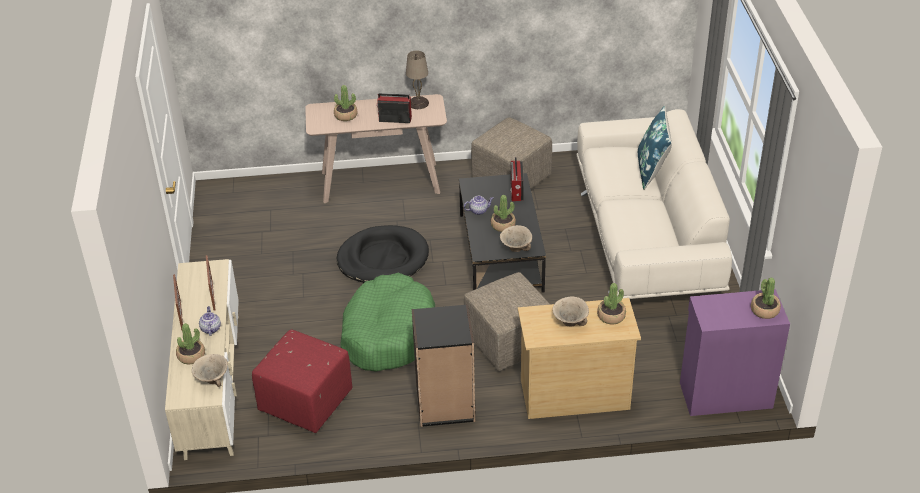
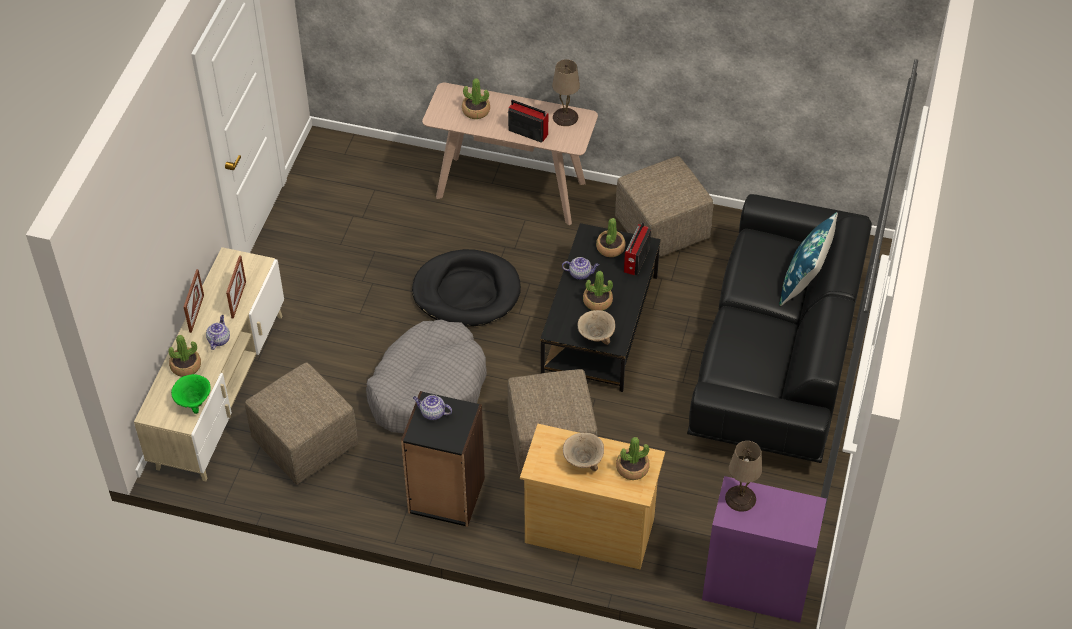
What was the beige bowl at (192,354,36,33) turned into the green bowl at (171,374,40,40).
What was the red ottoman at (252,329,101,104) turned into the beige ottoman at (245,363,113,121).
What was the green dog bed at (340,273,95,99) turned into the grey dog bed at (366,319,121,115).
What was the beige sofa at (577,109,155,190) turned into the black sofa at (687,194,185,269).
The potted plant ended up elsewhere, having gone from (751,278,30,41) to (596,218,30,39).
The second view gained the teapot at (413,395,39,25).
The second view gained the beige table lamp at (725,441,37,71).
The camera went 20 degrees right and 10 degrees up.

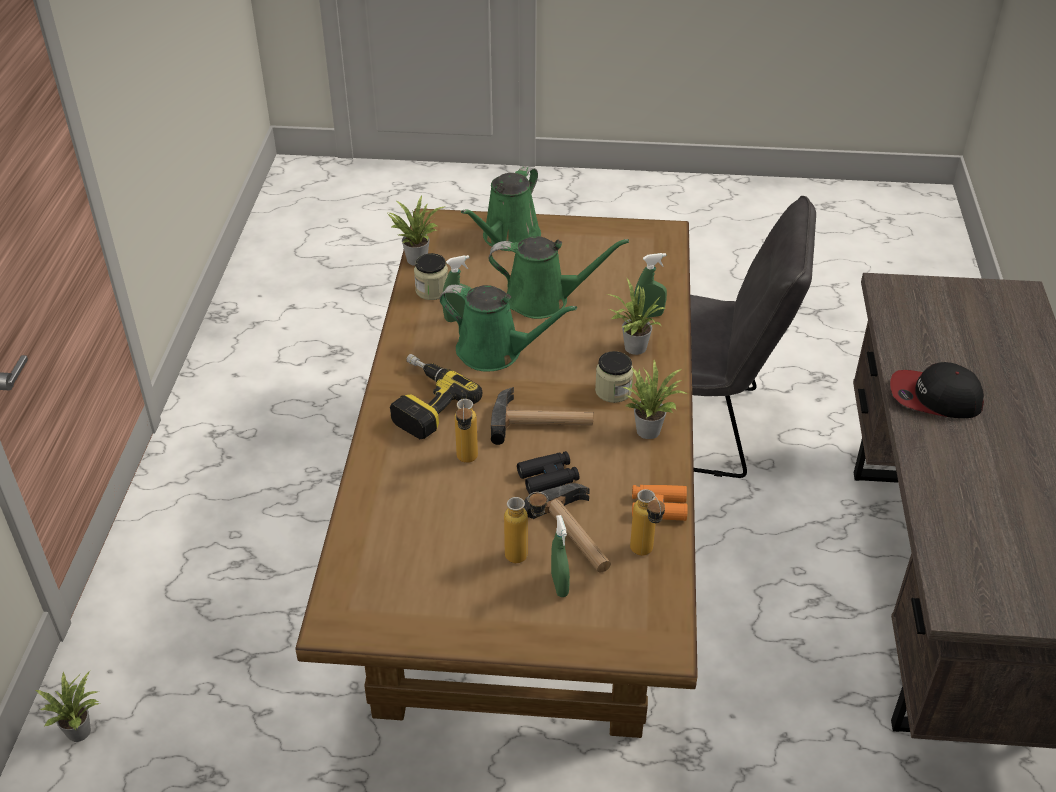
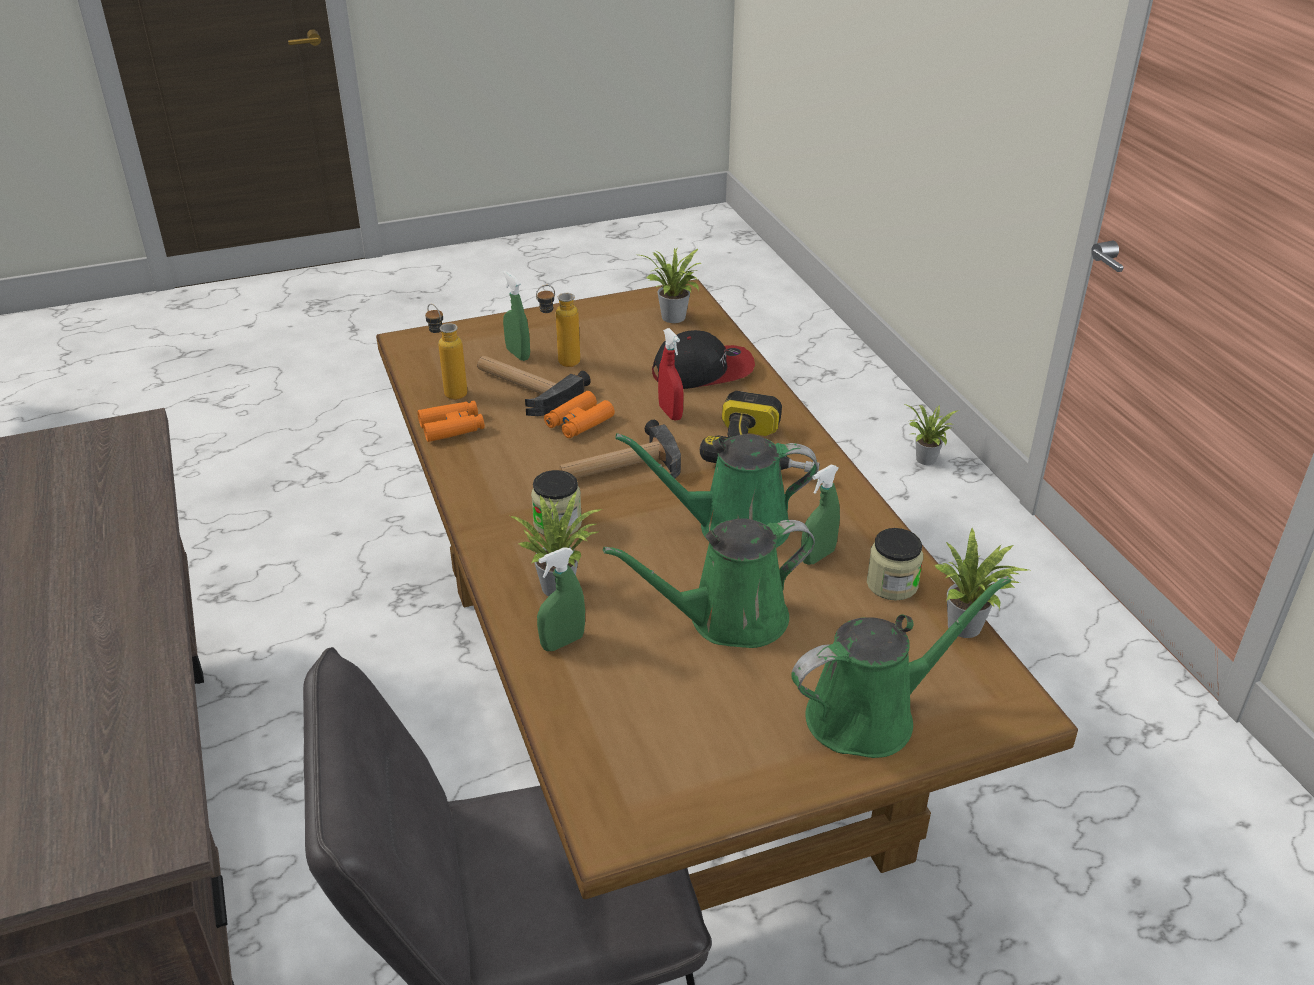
Where the bottle stood at (455,399,23,64), the red spray bottle came to stand at (658,328,26,93).
The green watering can at (461,166,80,85) ended up facing another way, 60 degrees clockwise from before.
What was the black binoculars at (517,451,62,44) turned into the orange binoculars at (544,391,71,47).
The potted plant ended up elsewhere, having gone from (622,360,66,79) to (640,247,61,76).
The cap ended up elsewhere, having gone from (890,362,94,56) to (652,330,103,59).
The camera went 155 degrees right and 5 degrees down.

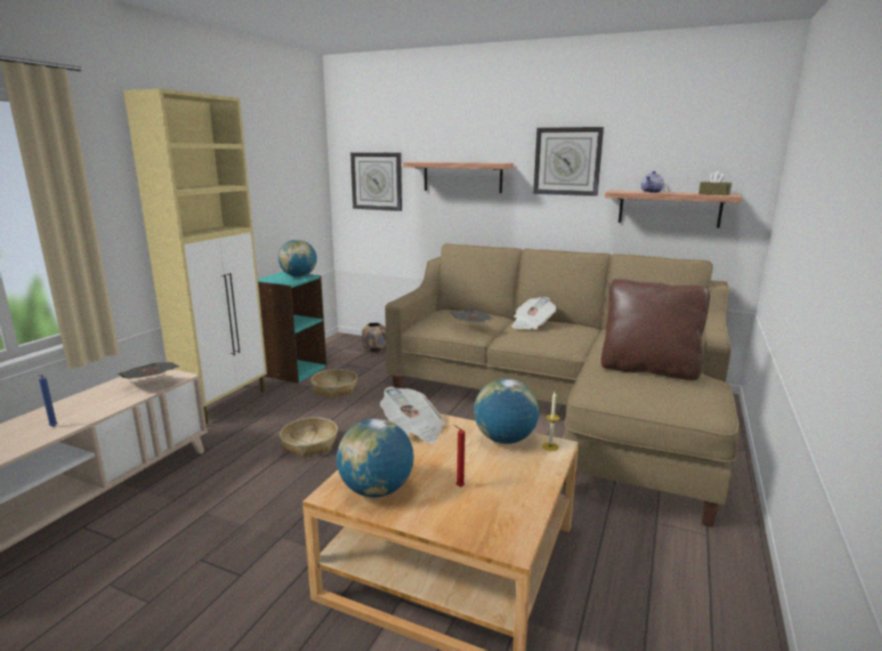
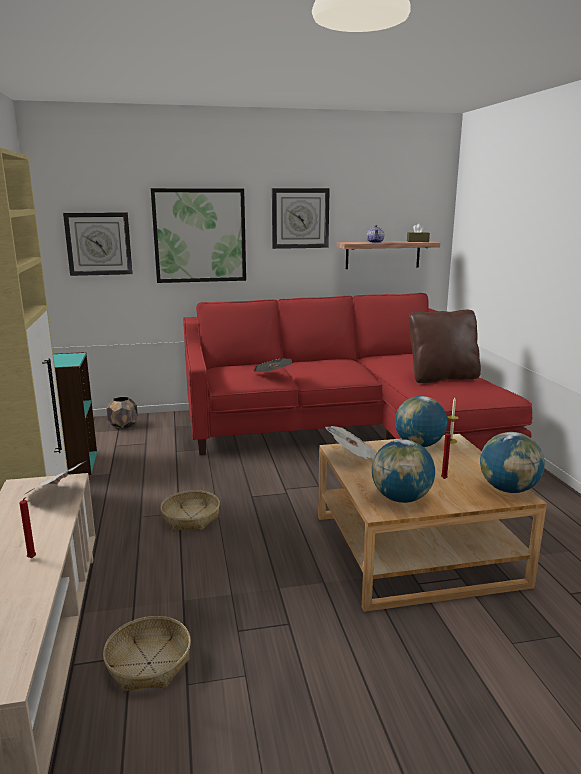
What was the blue candle at (39,375,18,52) turned into the red candle at (19,497,17,61).
The globe ended up elsewhere, having gone from (278,239,39,38) to (480,432,65,61).
The basket ended up elsewhere, having gone from (311,369,47,29) to (103,616,88,76).
What was the beige sofa at (385,243,354,284) turned into the red sofa at (183,293,349,162).
Where the shelf hung at (403,162,111,31), the picture came to hang at (151,188,95,95).
The second view lost the newspaper at (512,297,44,32).
The camera went 35 degrees left and 0 degrees up.

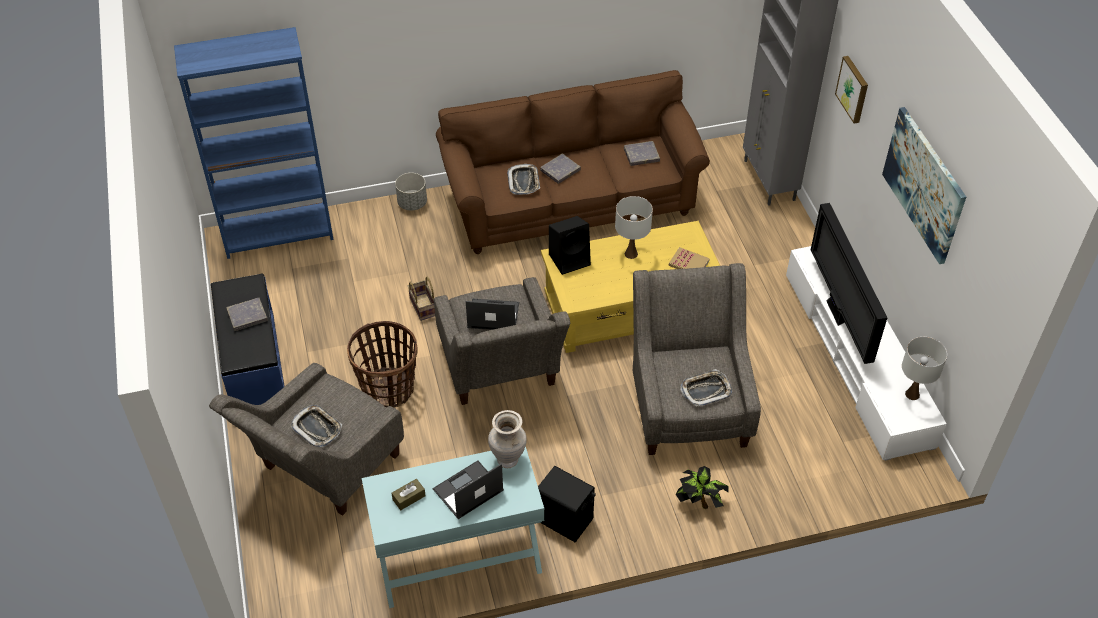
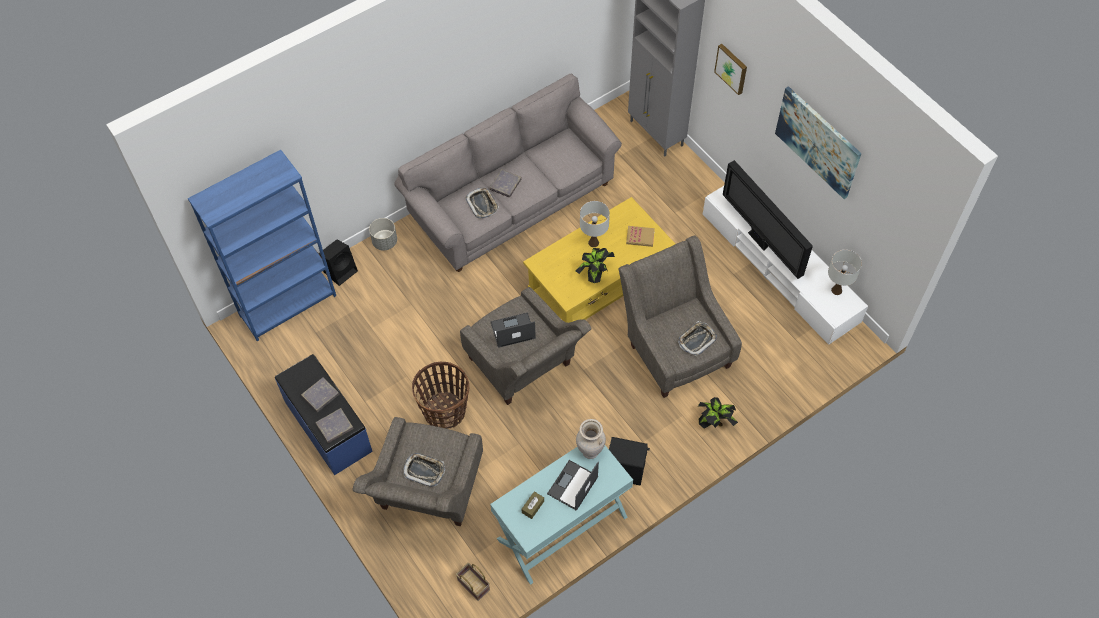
The basket ended up elsewhere, having gone from (408,277,27,44) to (456,563,34,38).
What was the brown sofa at (436,70,274,184) turned into the grey sofa at (394,74,228,198).
The black speaker ended up elsewhere, having gone from (549,216,42,59) to (319,240,39,46).
The grey book ended up elsewhere, having gone from (624,141,36,25) to (316,408,38,35).
The second view gained the potted plant at (575,248,40,35).
The camera went 20 degrees left and 10 degrees up.

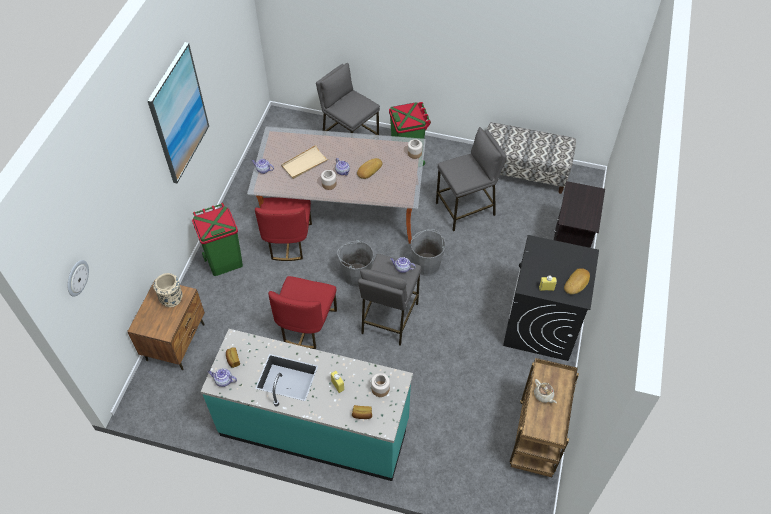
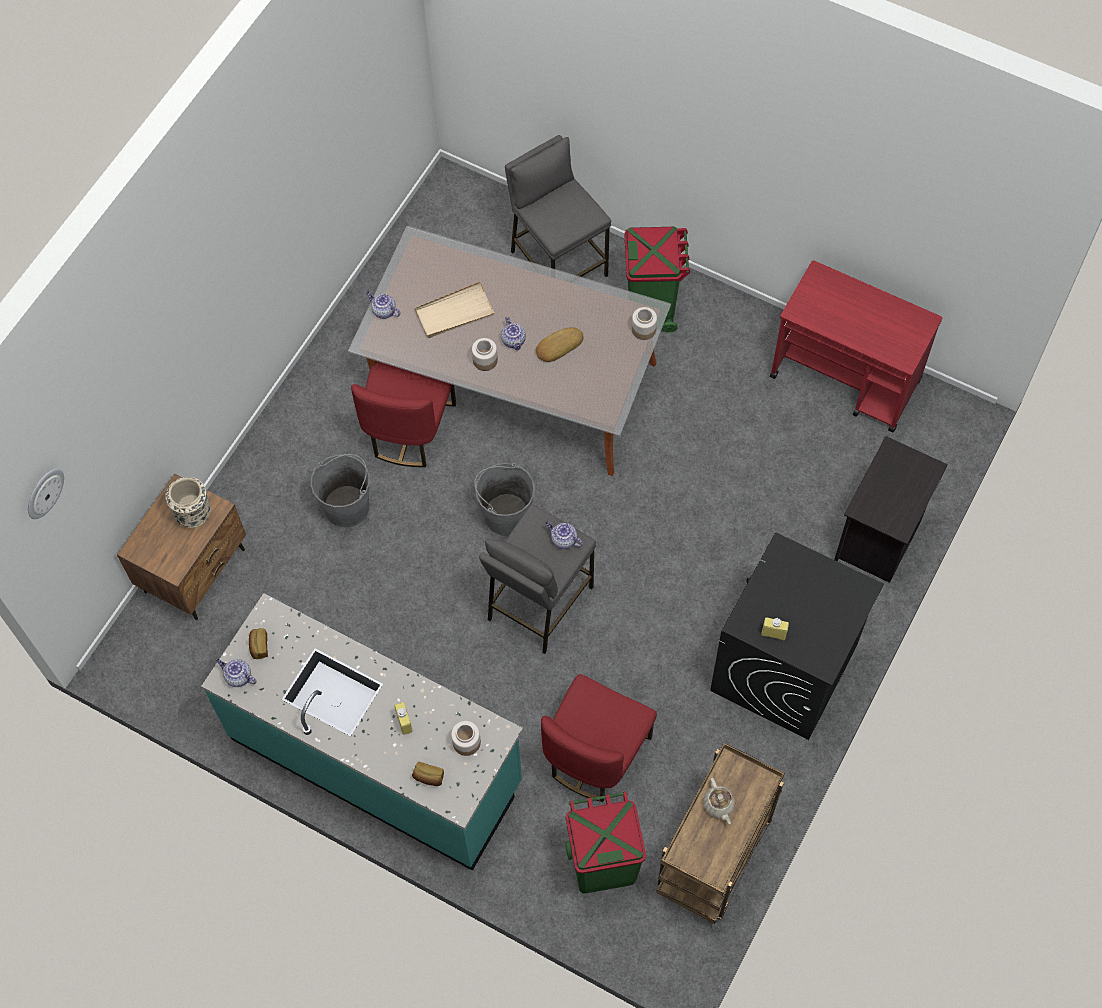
The second view lost the picture at (148,42,61,141).
The green trash can ended up elsewhere, having gone from (192,203,51,73) to (565,791,81,103).
The red chair ended up elsewhere, having gone from (268,276,69,73) to (541,674,116,128).
The grey bucket ended up elsewhere, having gone from (411,229,35,47) to (311,454,59,73).
The second view lost the grey stool at (436,127,71,104).
Where the bench stood at (487,122,89,72), the red cart came to stand at (770,260,172,172).
The second view lost the bread at (564,268,26,26).
The camera went 15 degrees right and 10 degrees up.

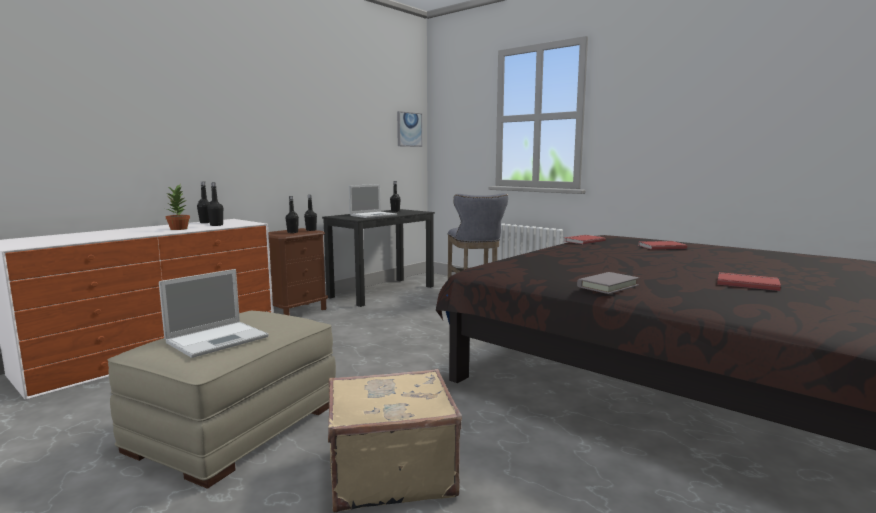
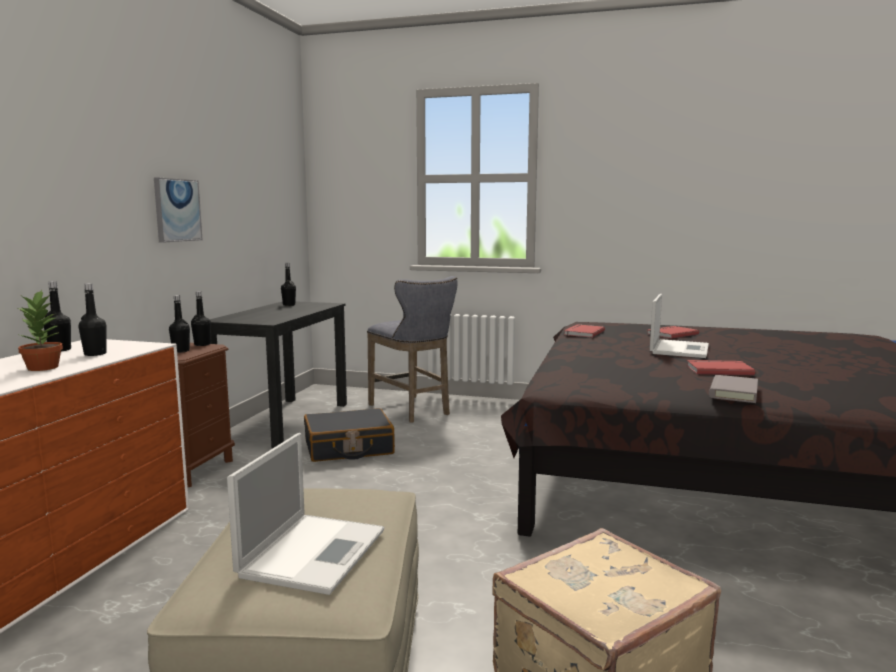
The laptop ended up elsewhere, having gone from (349,184,48,34) to (650,294,59,64).
The picture ended up elsewhere, having gone from (397,111,25,36) to (154,177,49,66).
The red book ended up elsewhere, having gone from (717,272,64,19) to (686,360,69,15).
The second view gained the black suitcase at (304,408,91,54).
The camera went 25 degrees left and 0 degrees up.

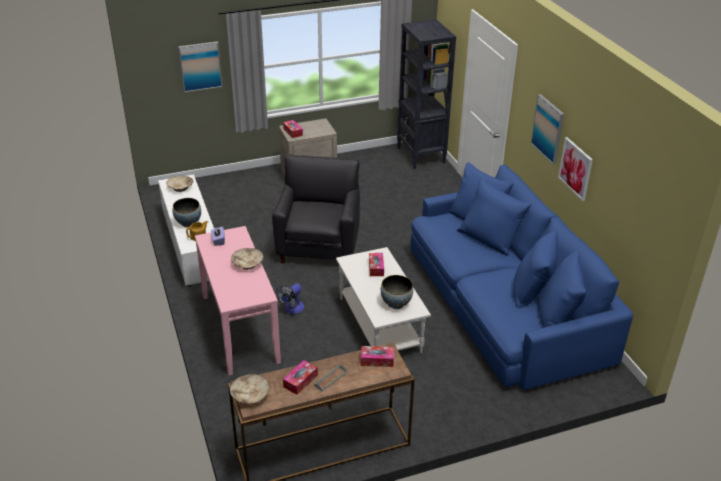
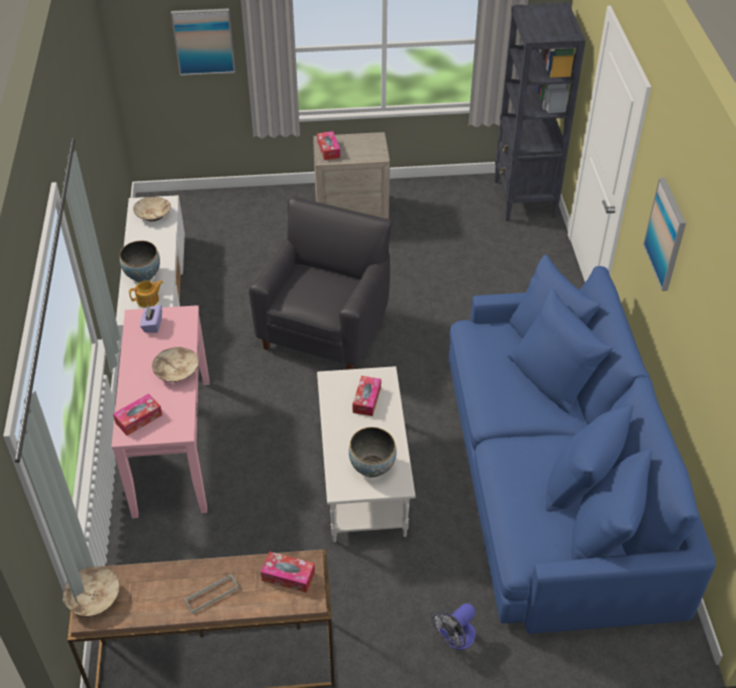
The fan ended up elsewhere, having gone from (276,283,28,31) to (432,603,44,46).
The tissue box ended up elsewhere, having gone from (283,360,35,35) to (113,394,49,42).
The second view lost the picture at (558,137,35,64).
The camera went 15 degrees right and 10 degrees up.

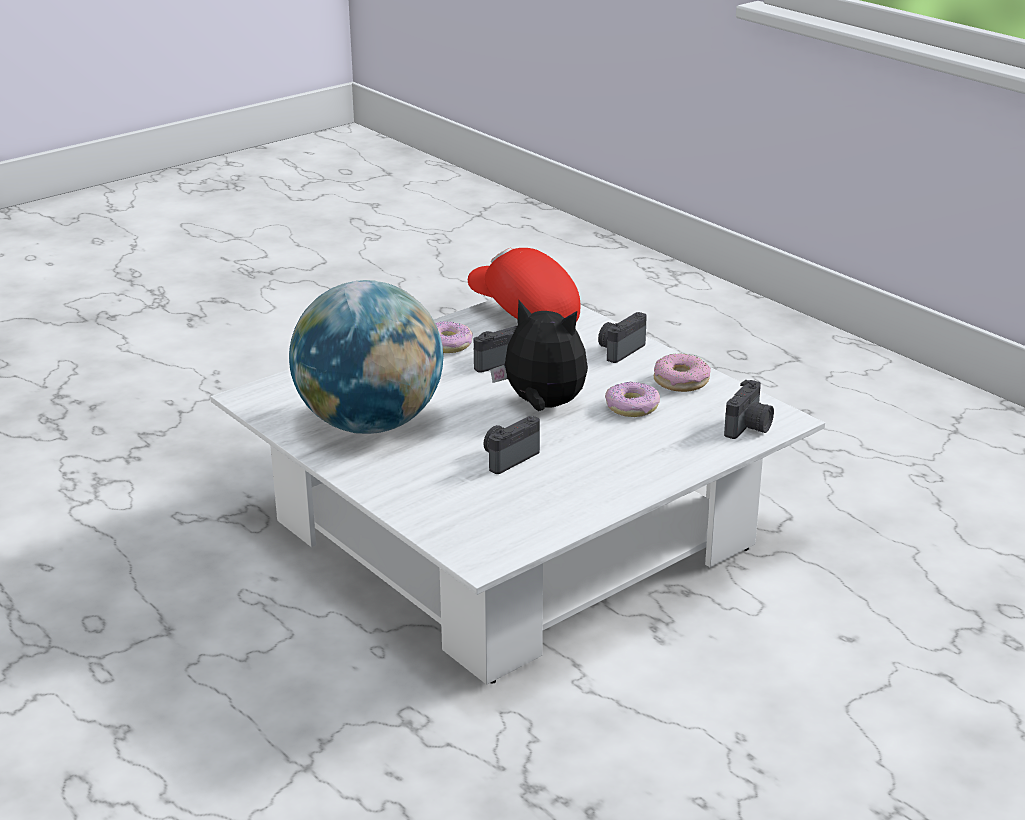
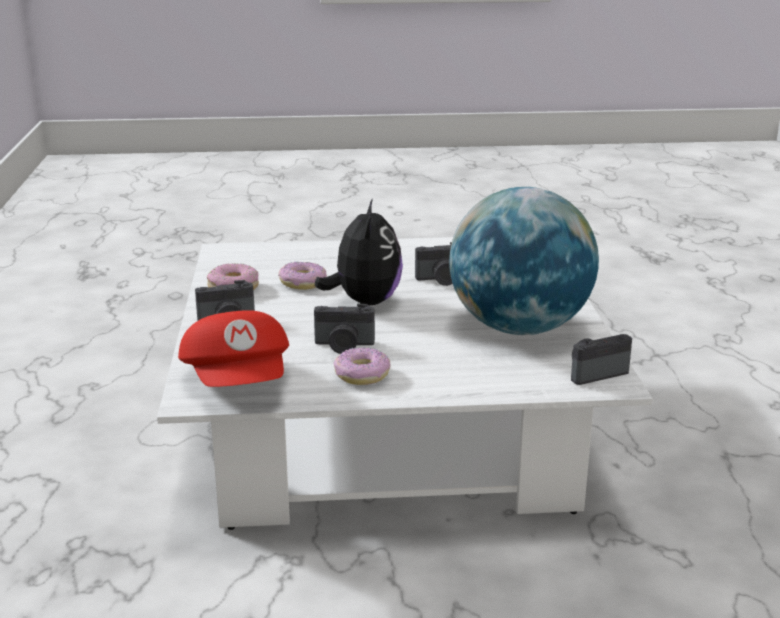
The plush toy at (490,300,98,111) ended up facing another way, 150 degrees counterclockwise from before.
The photo camera ended up elsewhere, having gone from (724,380,50,59) to (571,334,61,51).
The camera went 145 degrees left and 5 degrees down.

